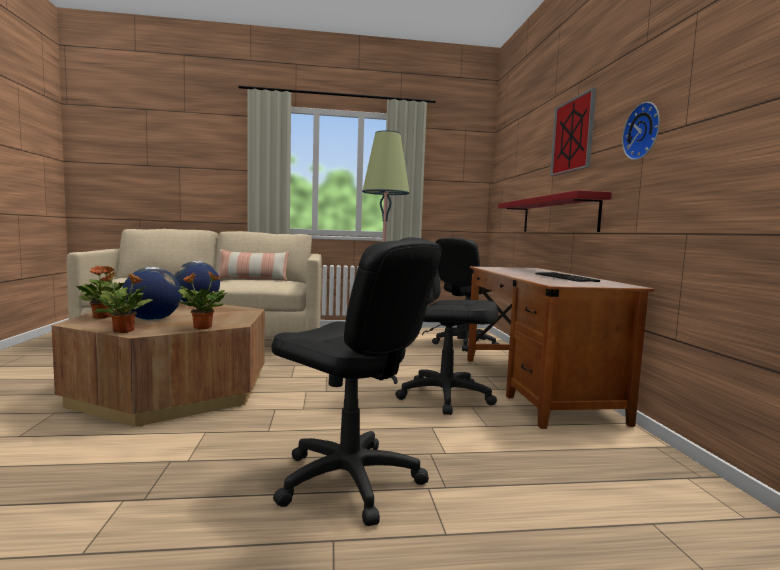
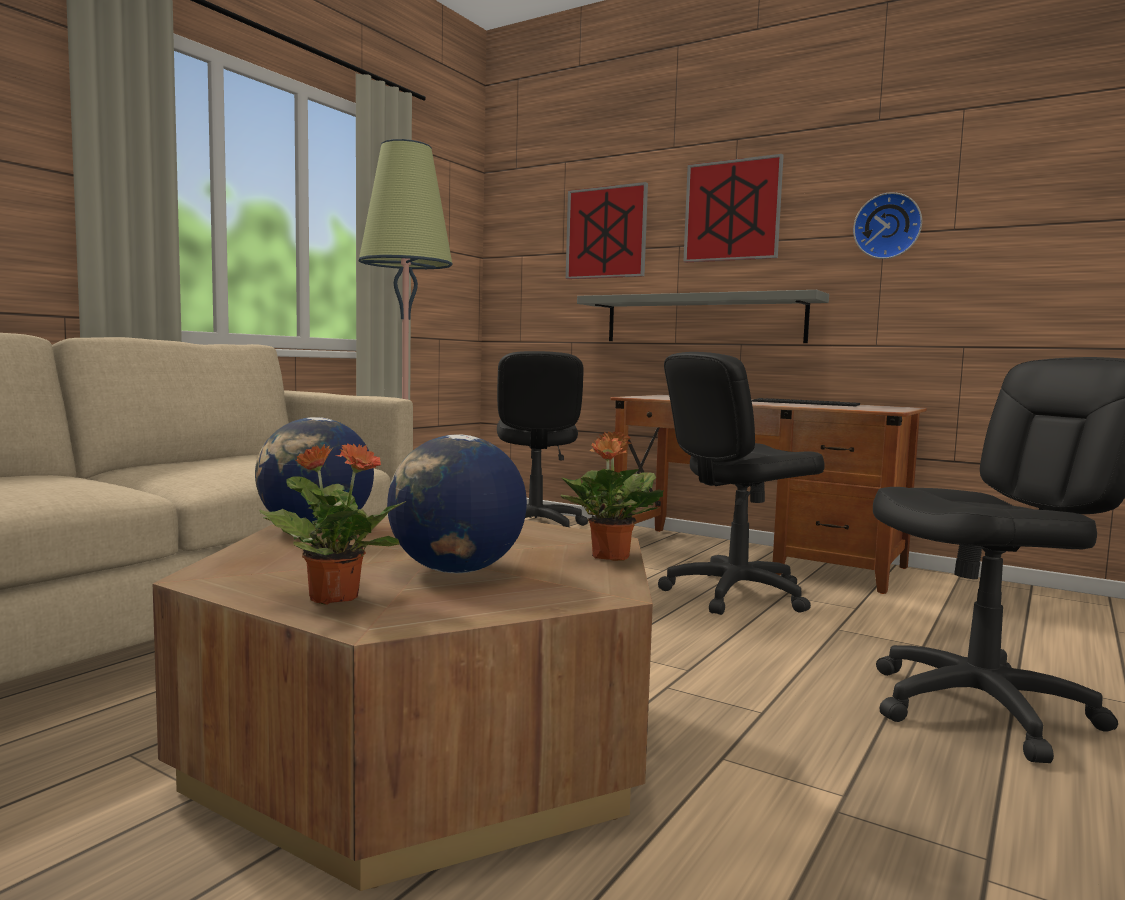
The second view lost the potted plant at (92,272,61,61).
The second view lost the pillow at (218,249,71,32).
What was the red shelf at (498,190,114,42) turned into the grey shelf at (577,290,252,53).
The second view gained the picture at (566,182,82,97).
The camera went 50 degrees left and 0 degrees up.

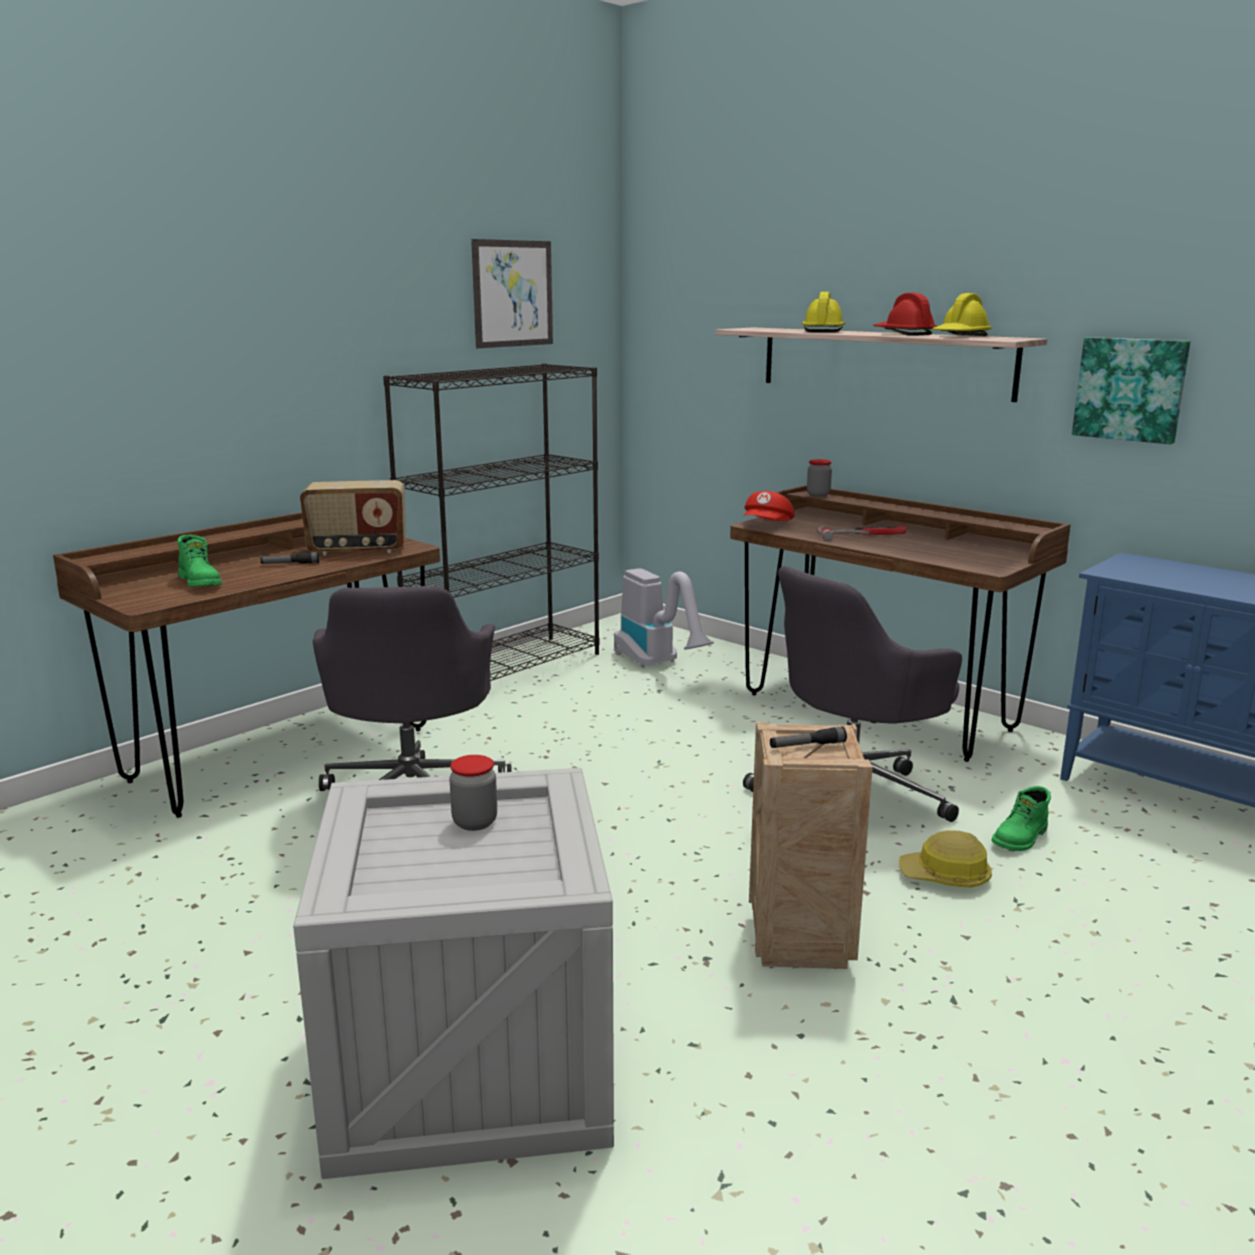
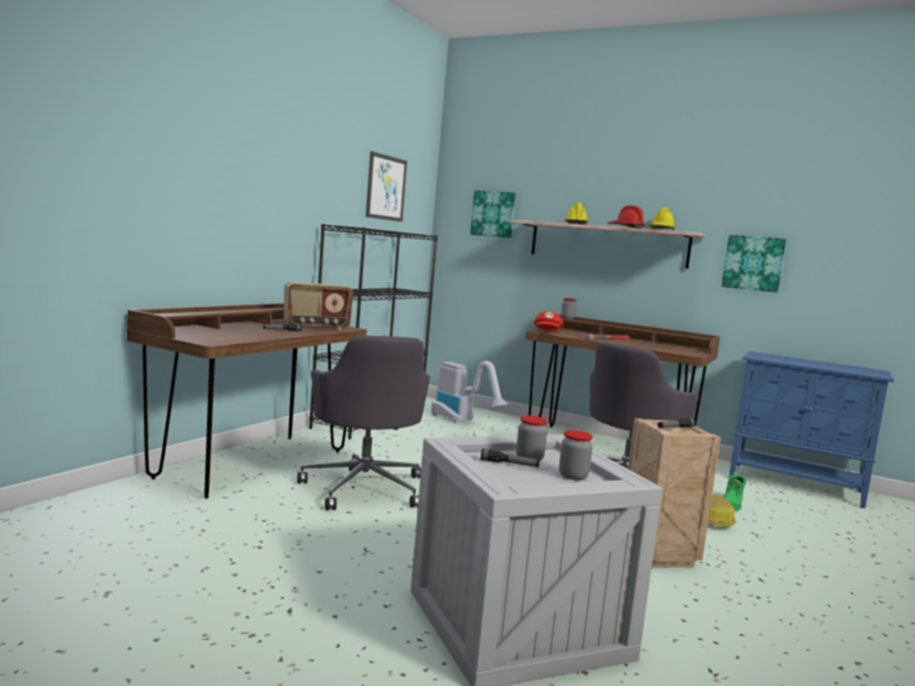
The second view lost the green boot at (177,535,45,51).
The second view gained the picture at (470,190,46,48).
The second view gained the flashlight at (481,448,59,19).
The second view gained the jar at (559,430,34,50).
The camera went 15 degrees left and 10 degrees down.

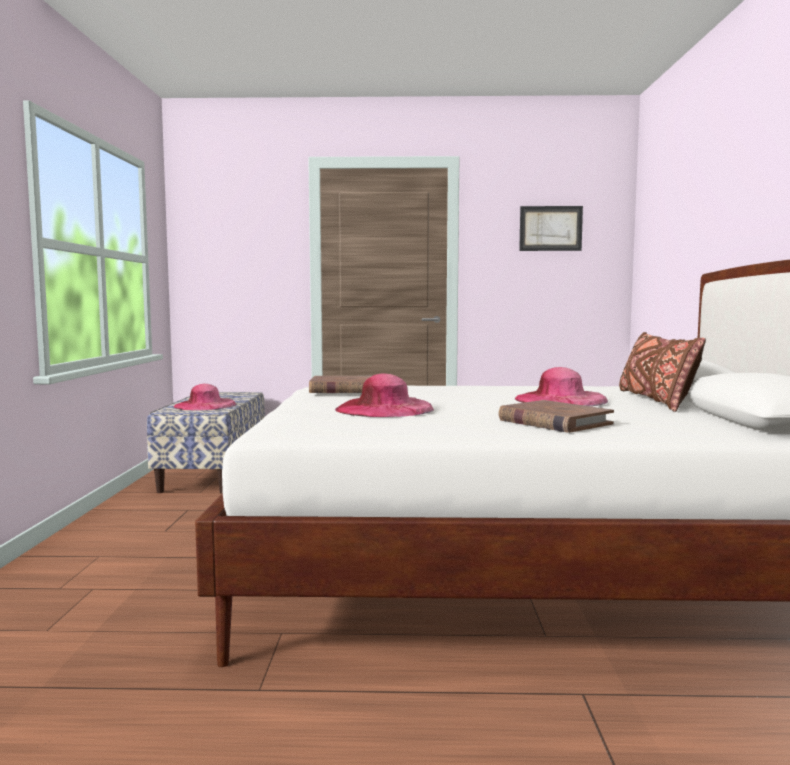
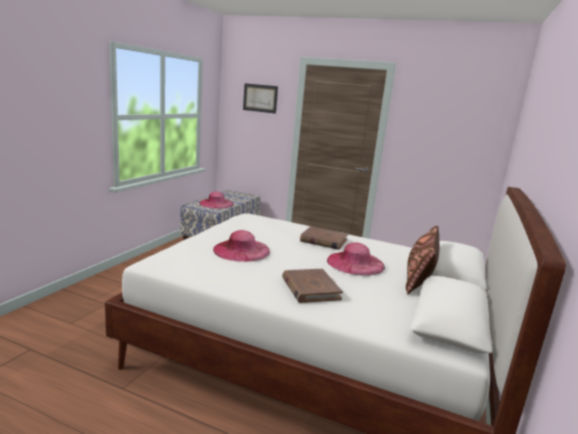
The brown book ended up elsewhere, having gone from (309,376,62,17) to (300,226,48,24).
The picture ended up elsewhere, having gone from (519,206,64,45) to (243,83,35,31).
The camera went 20 degrees right and 10 degrees up.

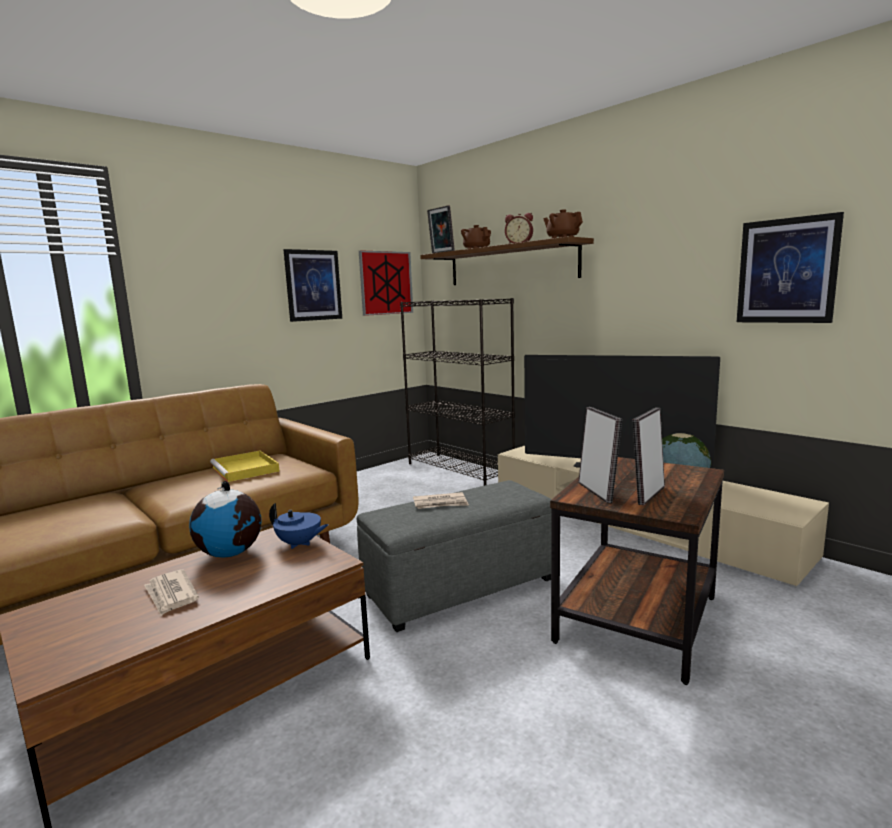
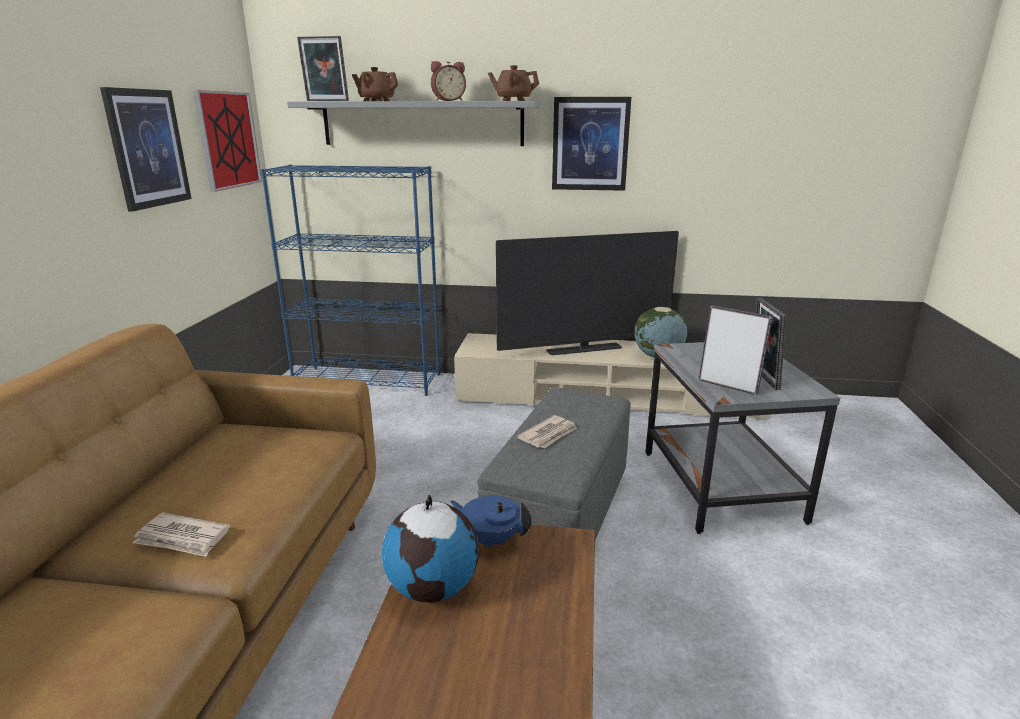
The newspaper ended up elsewhere, having gone from (144,569,55,47) to (133,512,97,45).
The second view lost the yellow tray at (210,451,70,31).
The blue teapot at (269,503,59,46) ended up facing another way, 135 degrees counterclockwise from before.
What was the black bookcase at (400,298,115,188) turned into the blue bookcase at (261,165,179,231).
What was the brown shelf at (420,236,174,49) turned into the grey shelf at (287,101,253,45).
What was the brown side table at (550,457,174,228) turned into the grey side table at (646,342,194,192).
The picture ended up elsewhere, having gone from (737,212,107,111) to (552,97,79,94).
The camera went 40 degrees left and 10 degrees up.

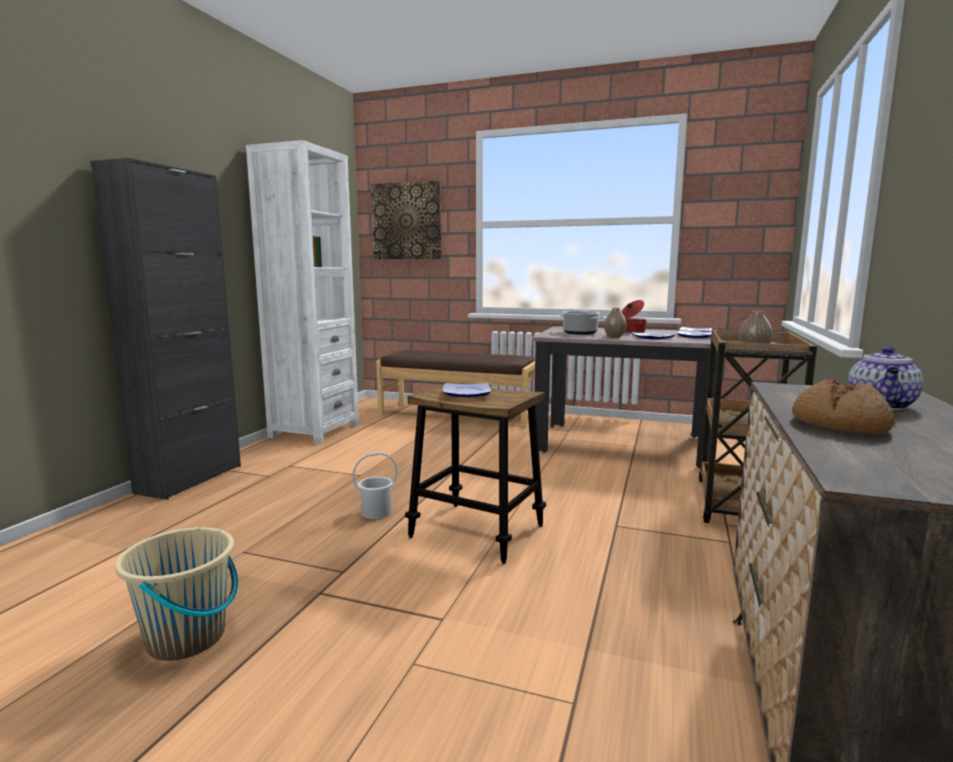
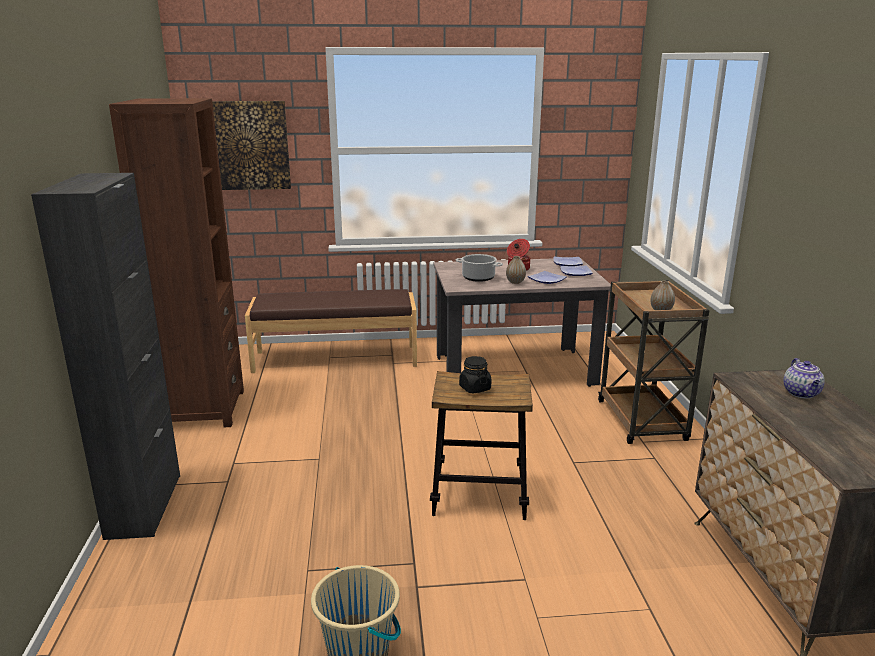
What was the white bookcase at (246,140,113,304) turned into the brown bookcase at (109,98,135,329).
The second view lost the white bucket at (352,452,45,67).
Where the plate stood at (443,383,48,14), the black jar came to stand at (459,356,32,37).
The second view lost the bread at (792,378,103,57).
The camera went 25 degrees left and 10 degrees up.

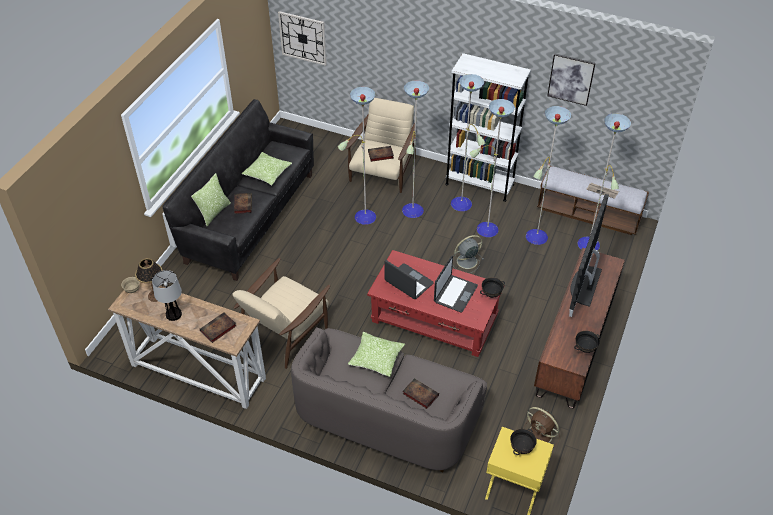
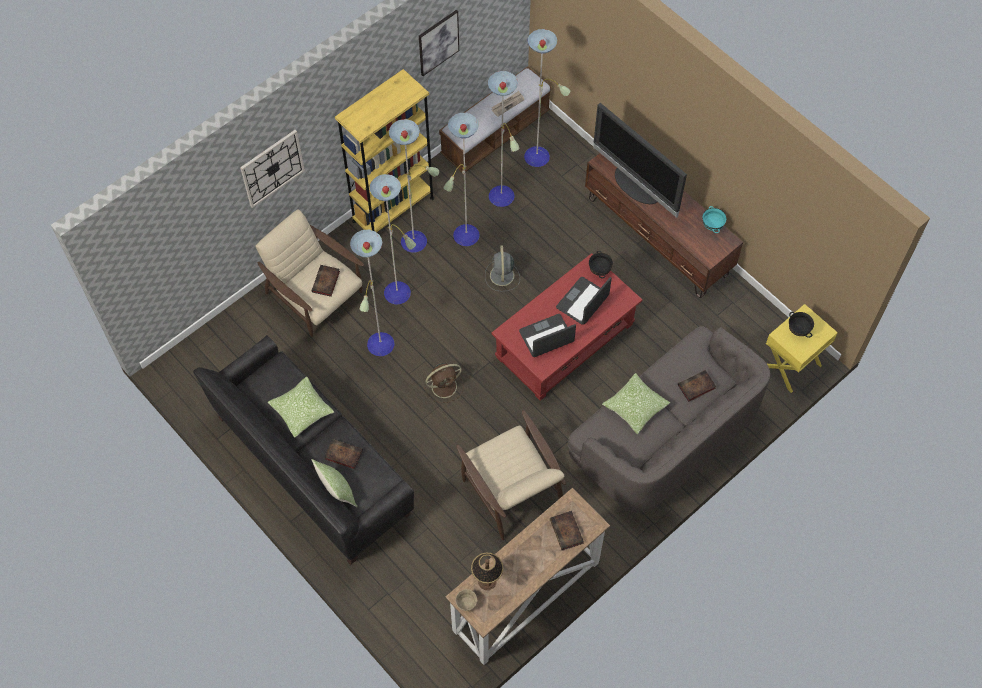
The second view lost the table lamp at (152,270,30,51).
The wall clock ended up elsewhere, having gone from (278,11,49,55) to (240,130,65,78).
The laptop at (434,256,44,56) ended up facing another way, 105 degrees counterclockwise from before.
What was the white bookcase at (445,53,86,149) turned into the yellow bookcase at (335,69,99,163).
The brown fan ended up elsewhere, having gone from (523,407,37,40) to (423,363,41,40).
What was the black bowl at (574,331,26,22) turned into the turquoise bowl at (702,206,25,27).
The camera went 65 degrees left and 15 degrees up.

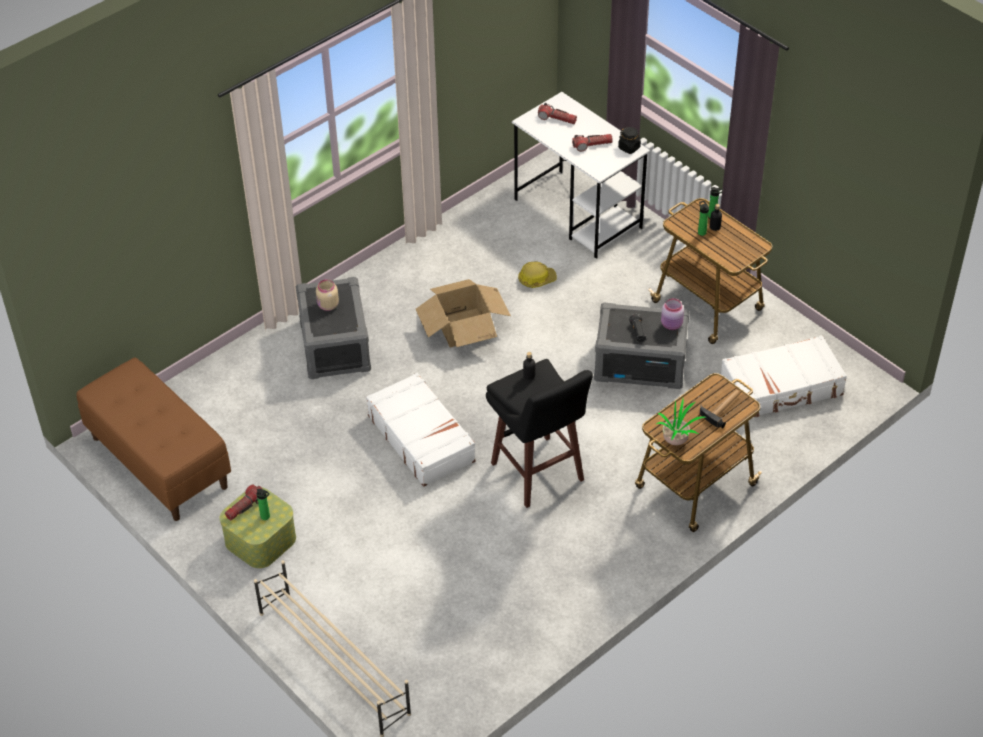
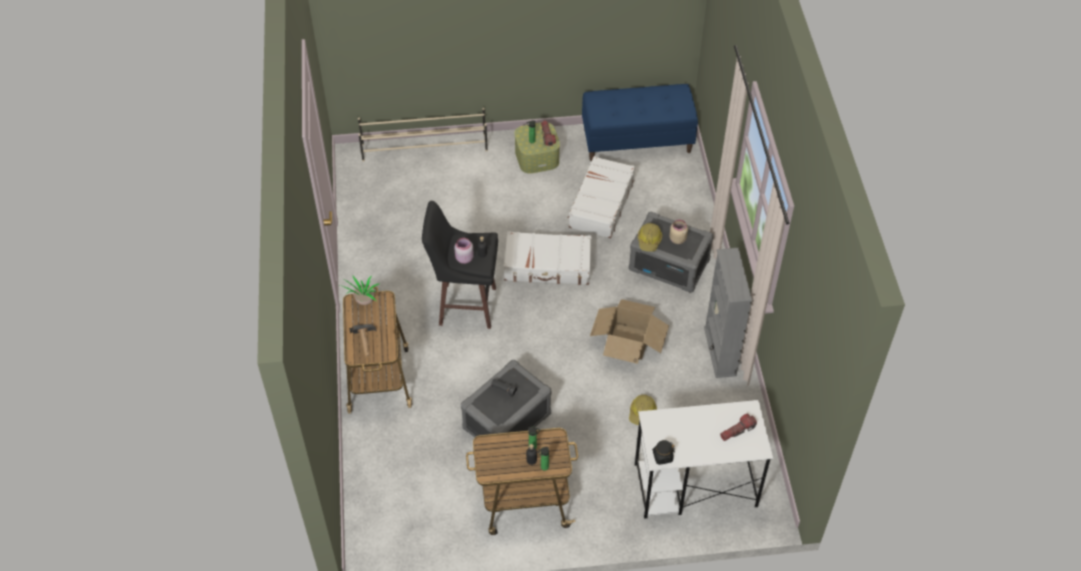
What was the brown bench at (76,358,155,163) turned into the blue bench at (582,84,116,77).
The second view lost the flashlight at (572,134,41,18).
The pink jar ended up elsewhere, having gone from (661,298,23,32) to (455,238,19,26).
The white suitcase ended up elsewhere, having gone from (721,335,126,82) to (568,156,67,82).
The second view gained the hard hat at (638,223,25,28).
The second view gained the grey bookcase at (704,248,48,130).
The camera went 125 degrees right and 5 degrees up.

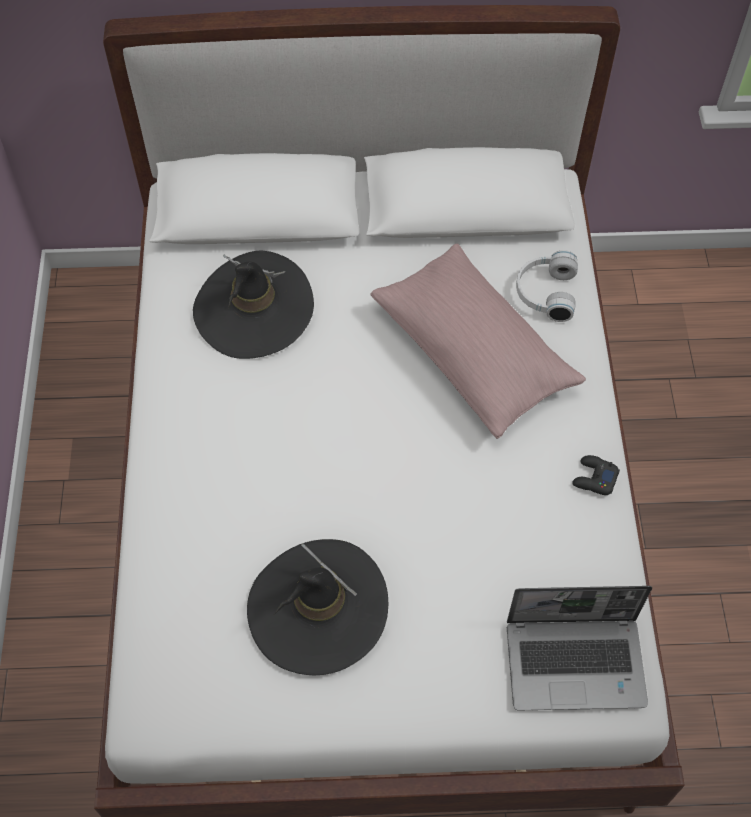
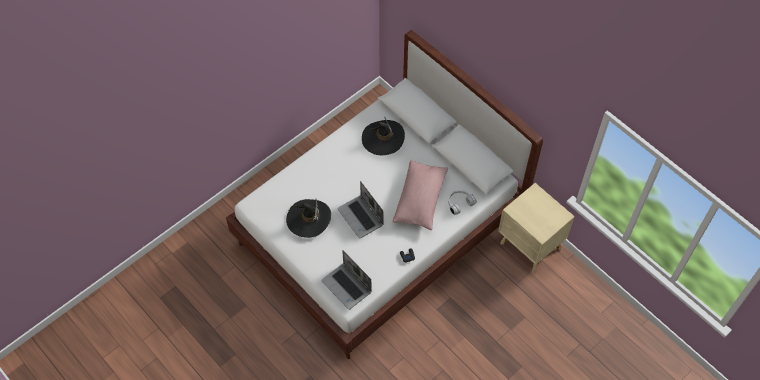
The second view gained the laptop at (337,181,47,58).
The second view gained the beige nightstand at (498,183,77,90).
The camera went 50 degrees right and 0 degrees up.

